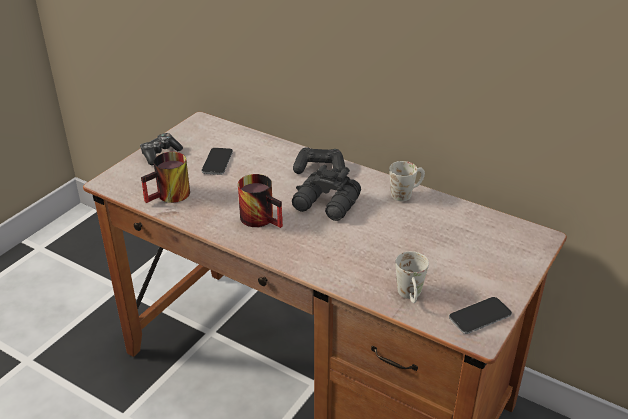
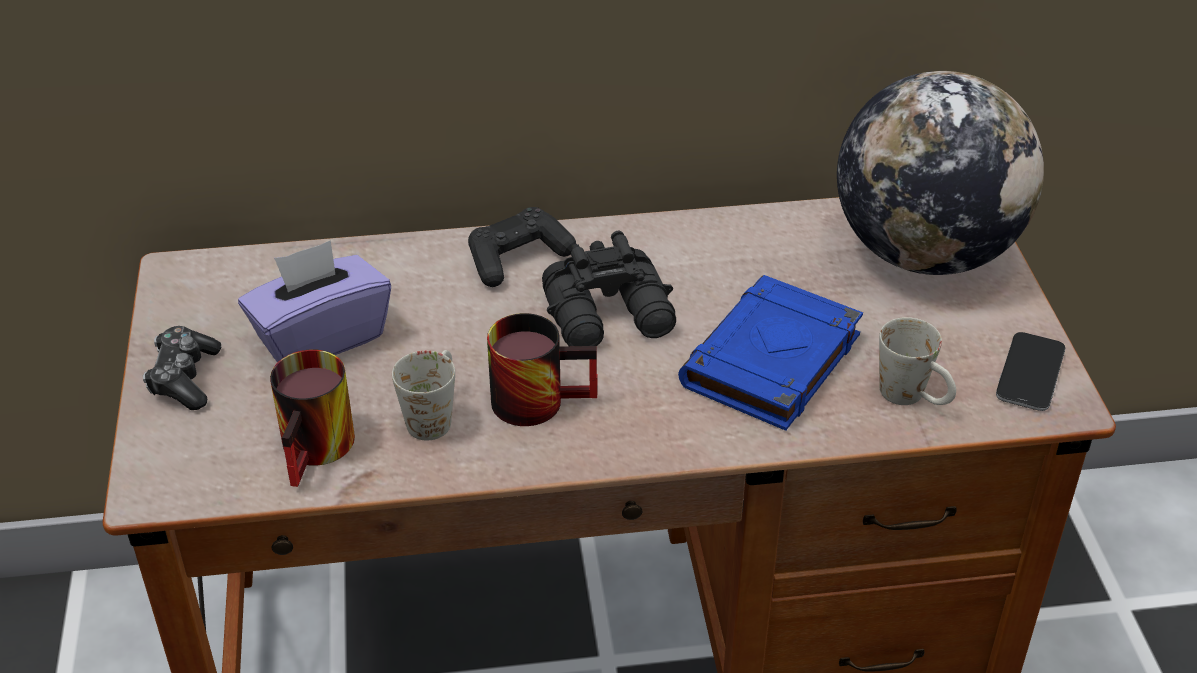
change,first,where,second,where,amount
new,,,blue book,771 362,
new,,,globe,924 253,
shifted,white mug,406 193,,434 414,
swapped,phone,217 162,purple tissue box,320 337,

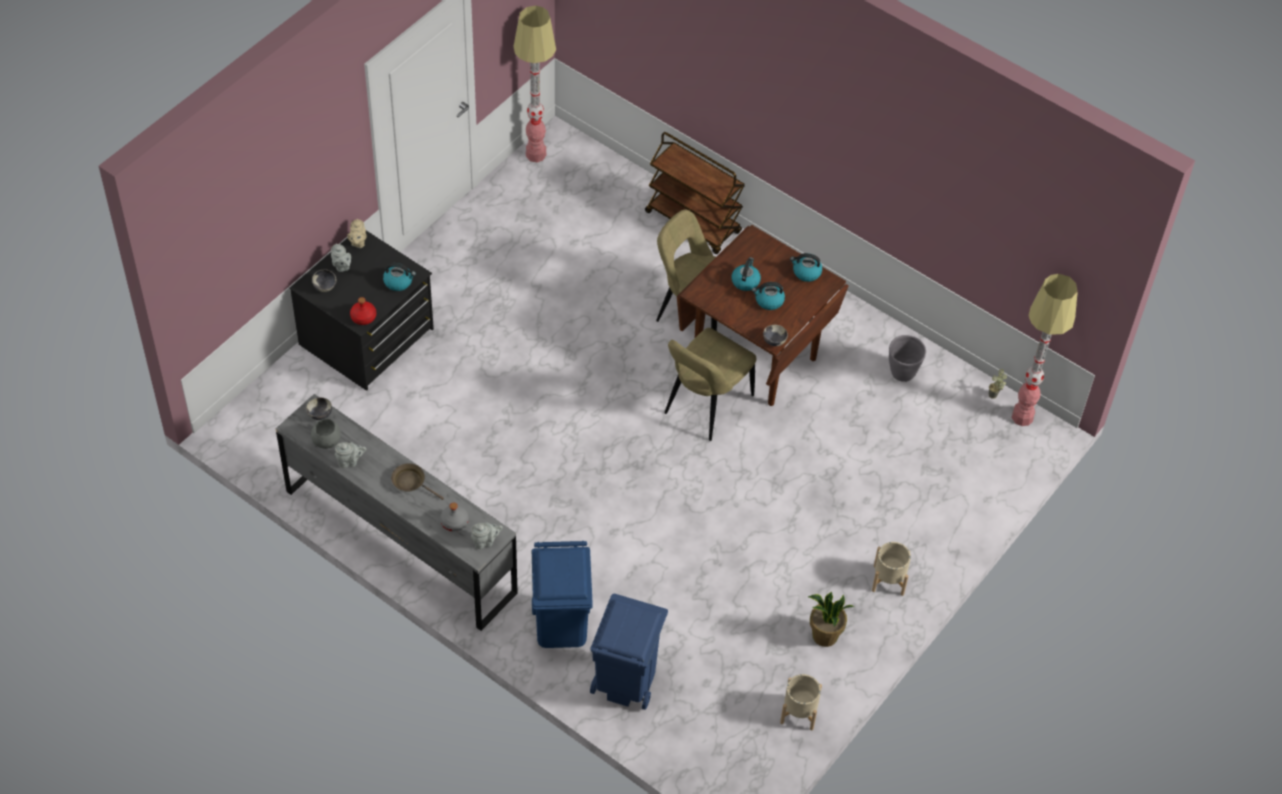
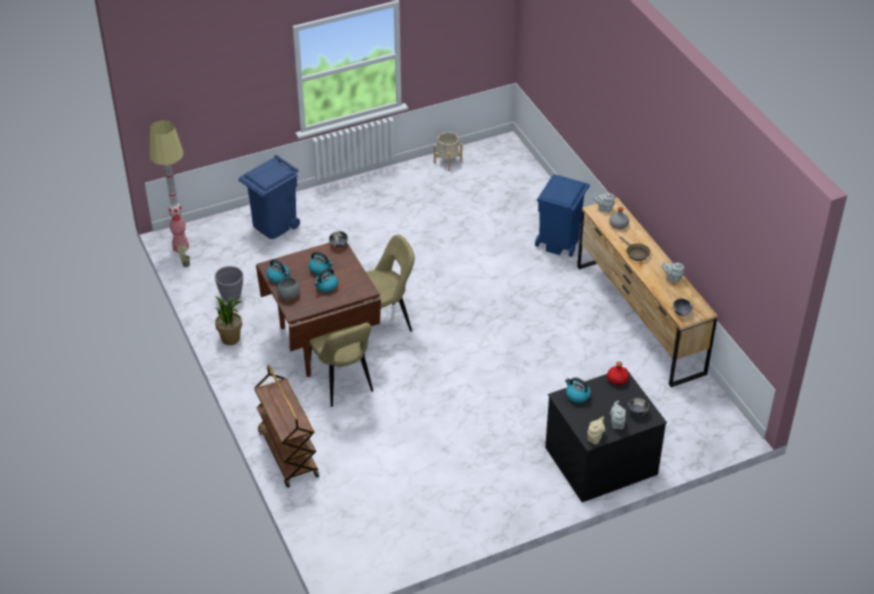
change,first,where,second,where,amount
gone,floor lamp,535 155,,,
gone,beige planter,889 580,,,
shifted,grey bowl,326 439,,288 295,
shifted,blue trash can,625 681,,274 225,
shifted,potted plant,825 636,,231 338,
repainted,grey dresser,400 541,brown dresser,639 319,

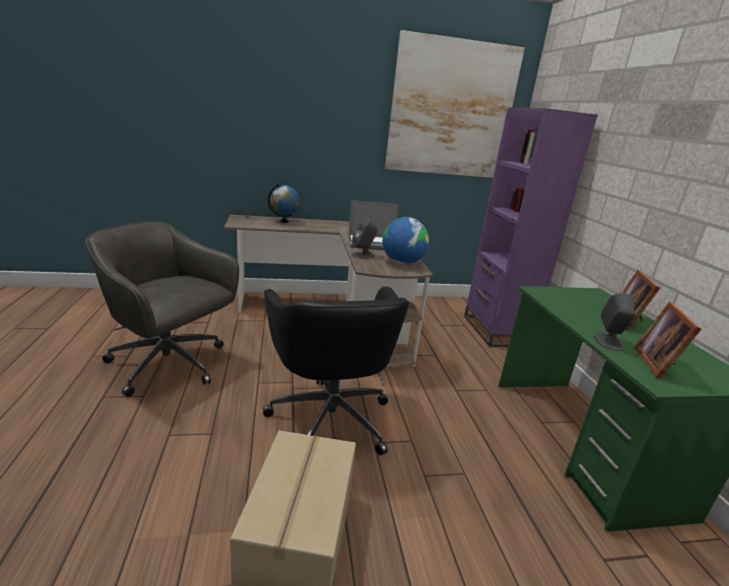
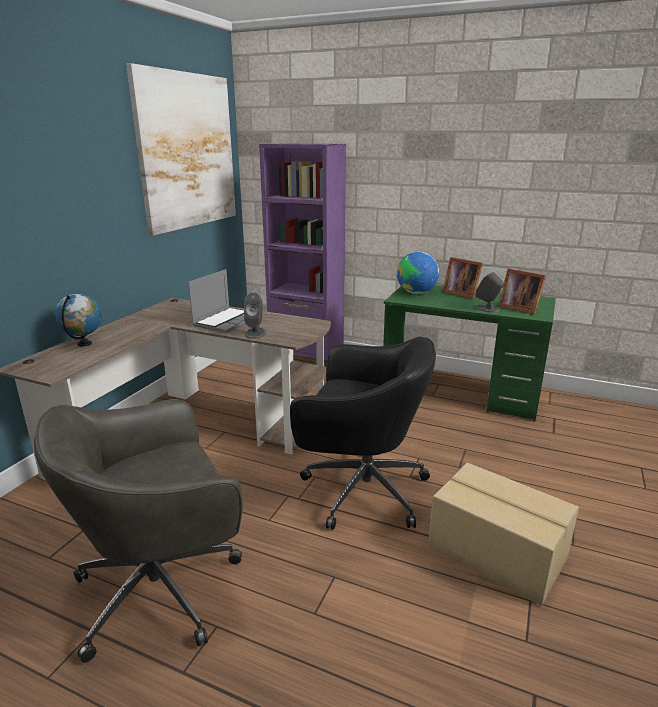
change,first,where,second,where,amount
shifted,globe,402 262,,416 293,

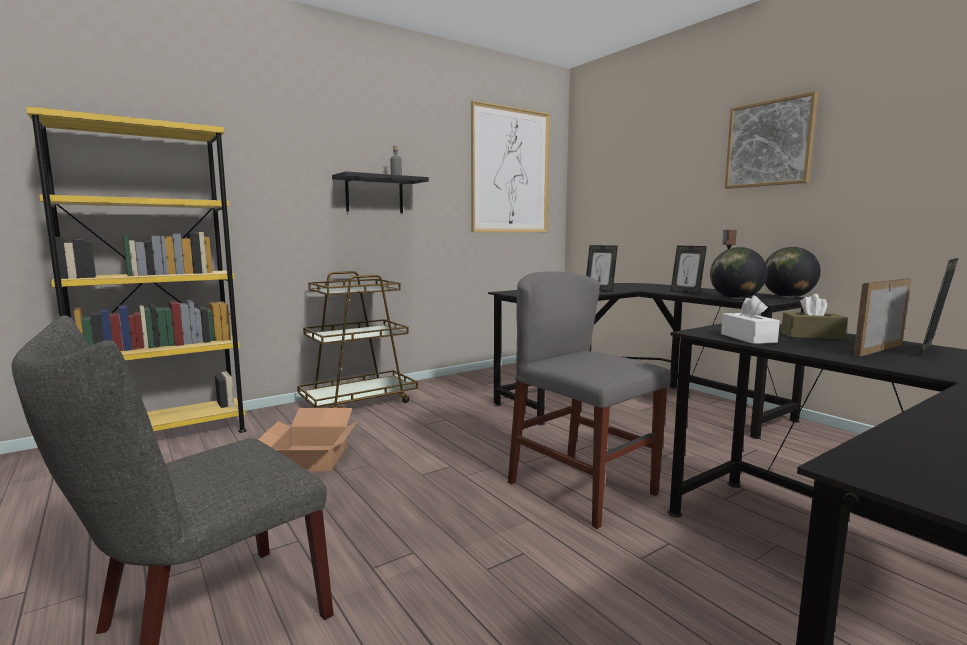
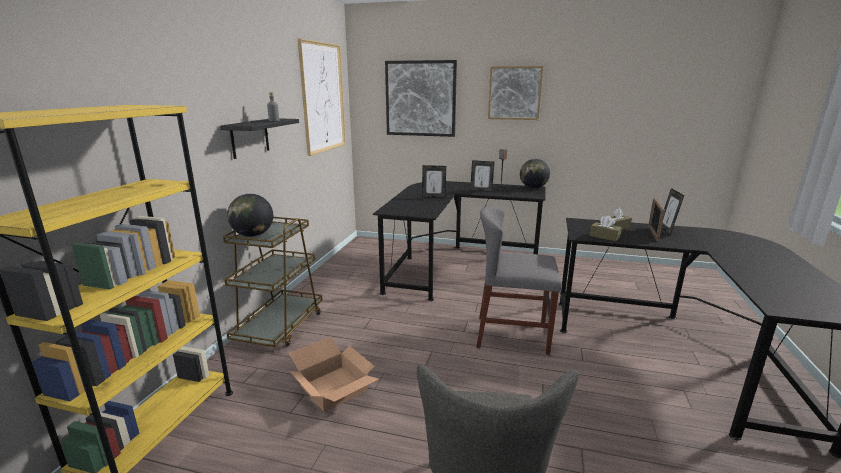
change,first,where,second,where,amount
new,,,picture,420 98,
shifted,globe,735 298,,253 235,
repainted,white tissue box,748 338,brown tissue box,604 236,

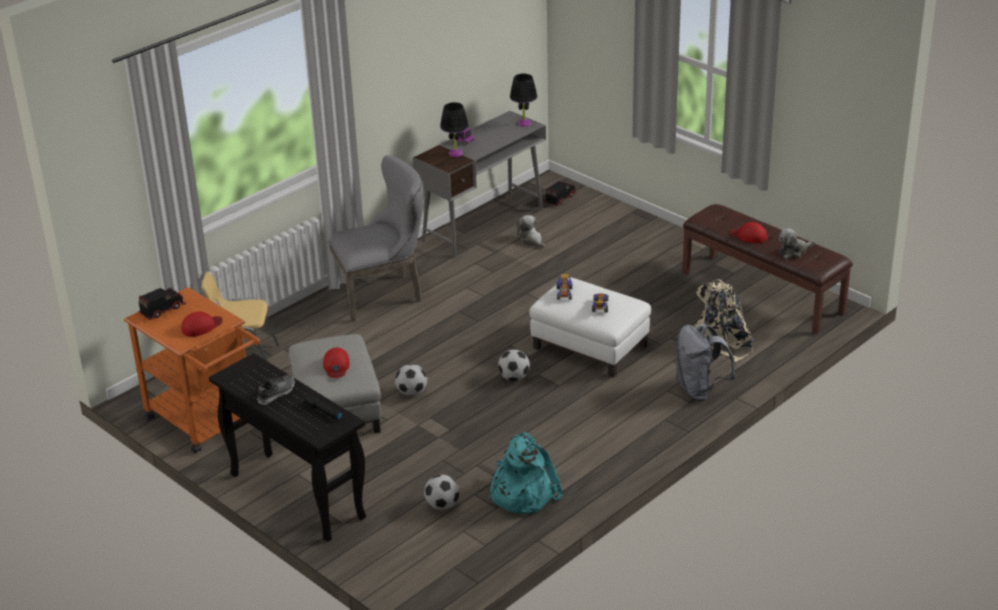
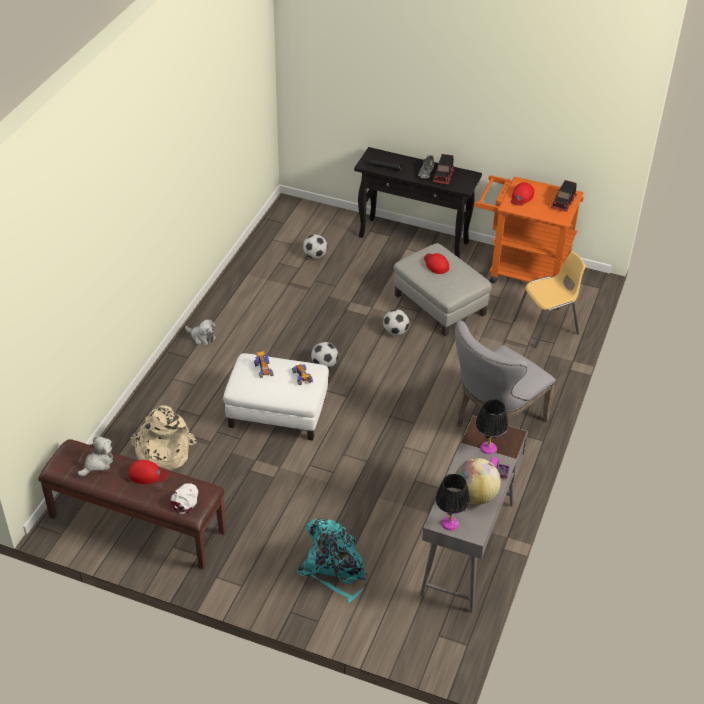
change,first,where,second,where,amount
gone,grey backpack,700 390,,,
new,,,white cap,185 500,
new,,,globe,475 496,
shifted,turquoise backpack,521 493,,335 569,
shifted,plush toy,531 240,,202 337,
shifted,toy truck,560 198,,444 176,

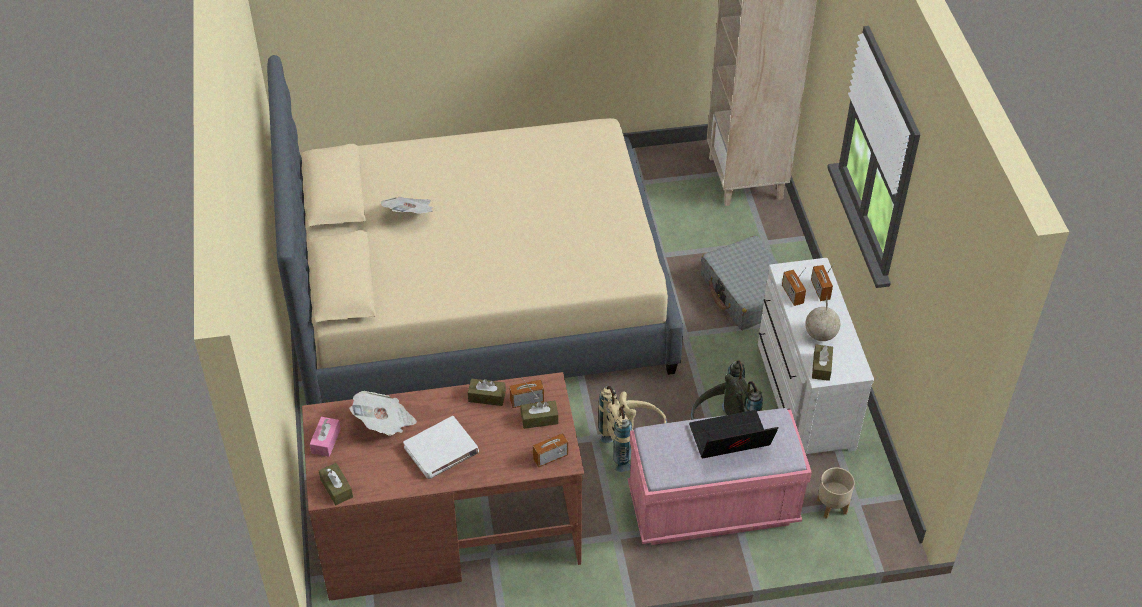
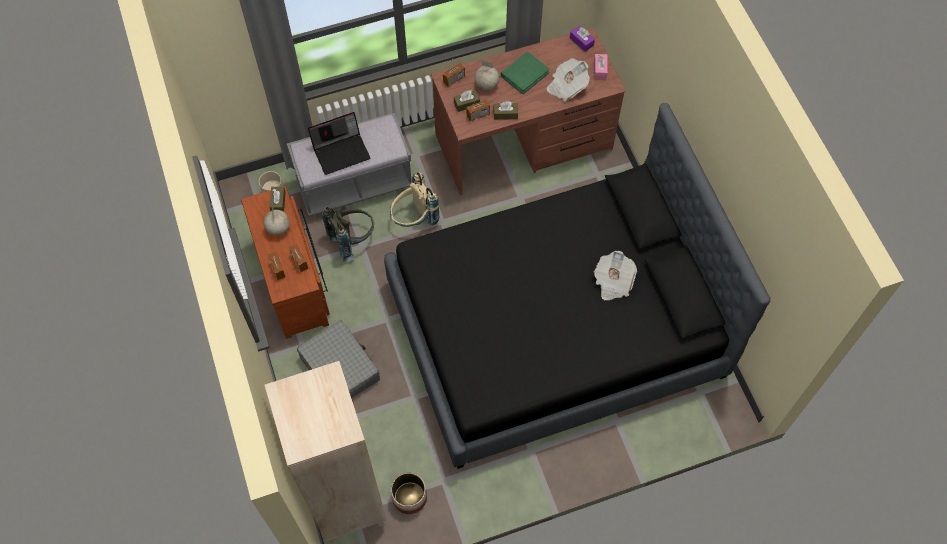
change,first,where,second,where,amount
new,,,planter,409 497,
new,,,globe,487 85,
repainted,beige bed,479 297,black bed,555 329,
repainted,brown tissue box,336 488,purple tissue box,581 41,
repainted,white book,441 450,green book,524 74,
repainted,pink bench,713 507,grey bench,354 183,
repainted,white dresser,802 393,brown dresser,295 281,

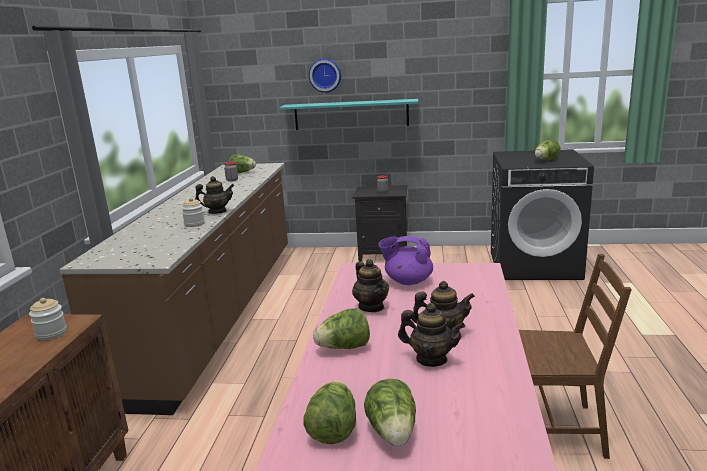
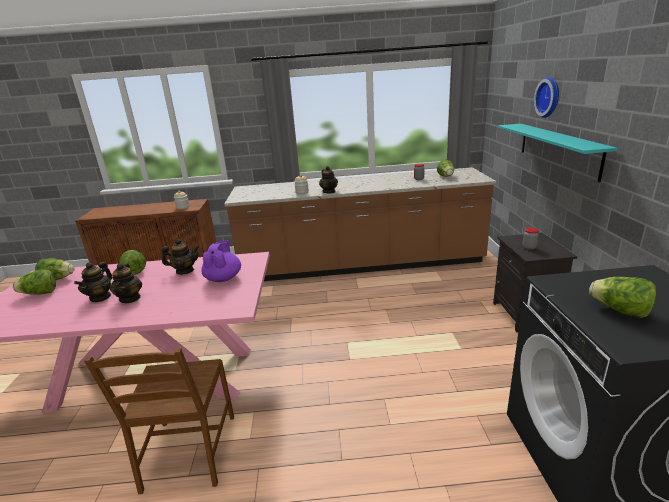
change,first,where,second,where,amount
rotated,teapot,371 307,,185 271,150 degrees counterclockwise

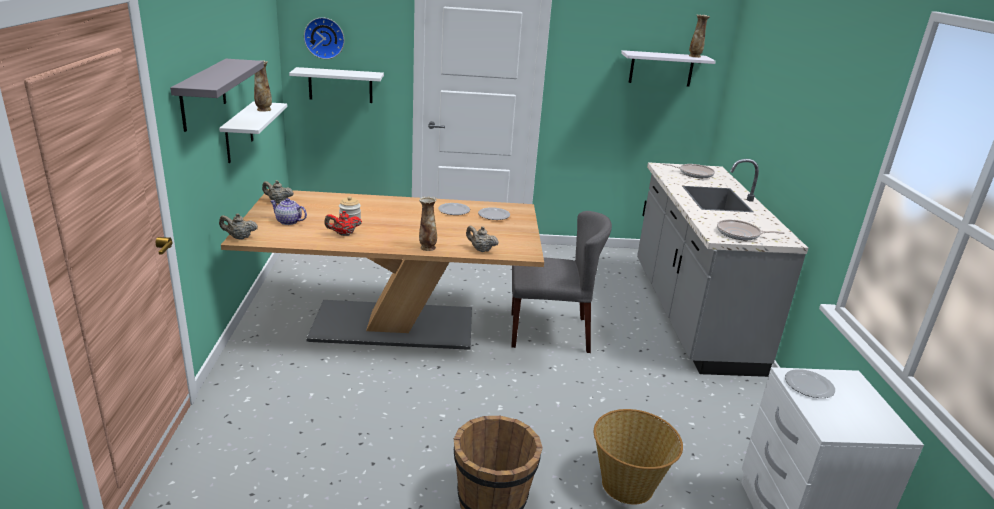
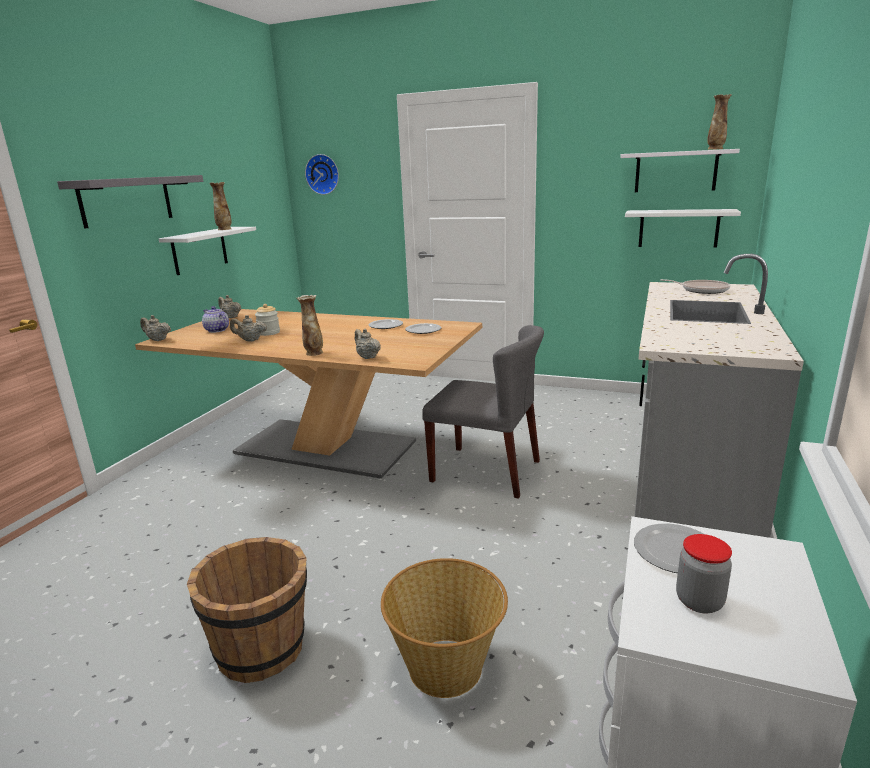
change,first,where,second,where,amount
gone,frying pan,740 234,,,
new,,,jar,699 601,
shifted,white shelf,340 85,,678 228,
repainted,red teapot,343 234,beige teapot,250 340,

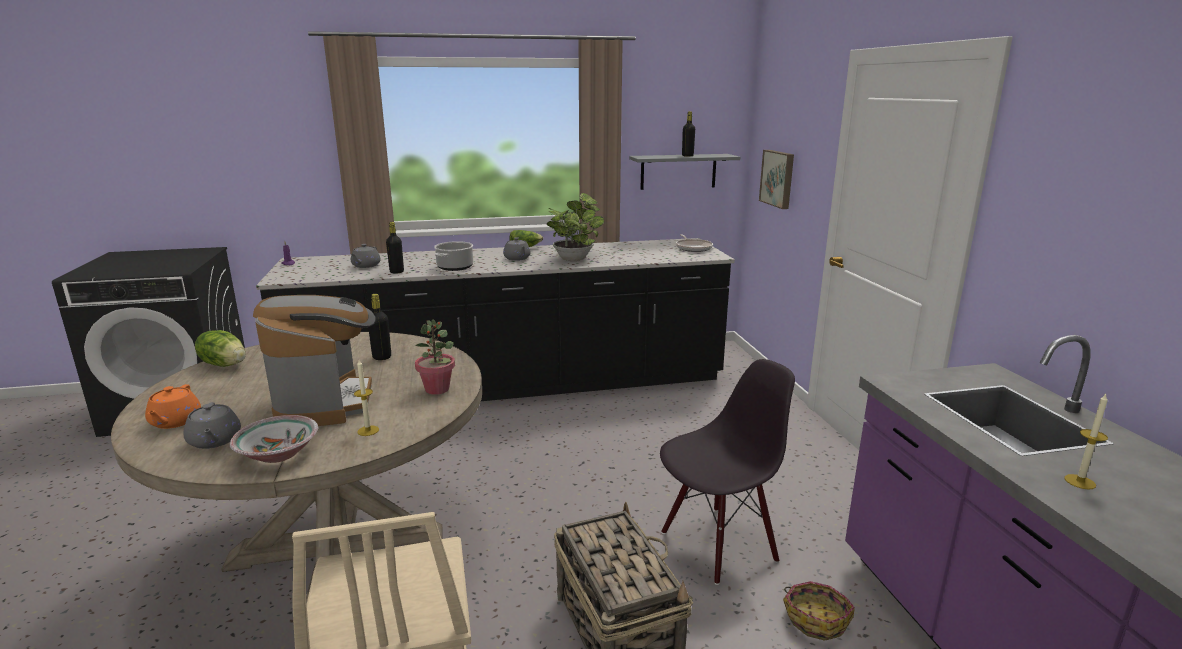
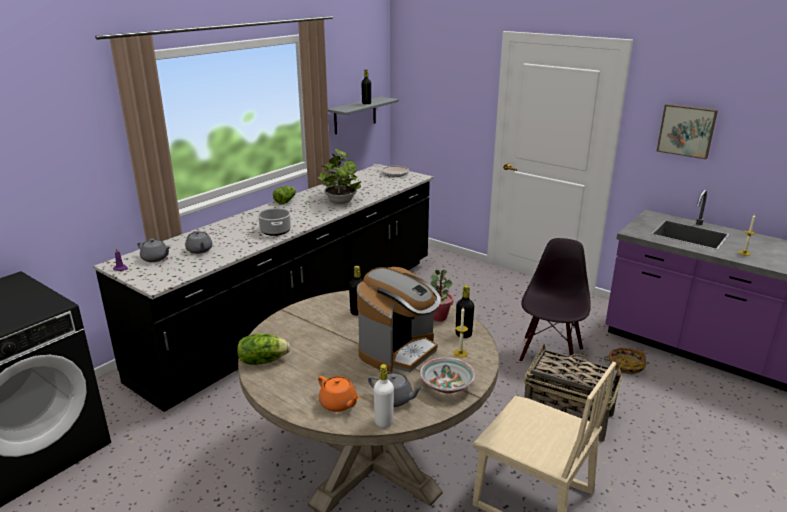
change,first,where,second,where,amount
new,,,white bottle,384 422,
shifted,black bottle,396 272,,463 334,
shifted,grey teapot,517 258,,155 258,
shifted,picture,778 178,,687 130,
rotated,coffee machine,326 402,,399 351,90 degrees clockwise

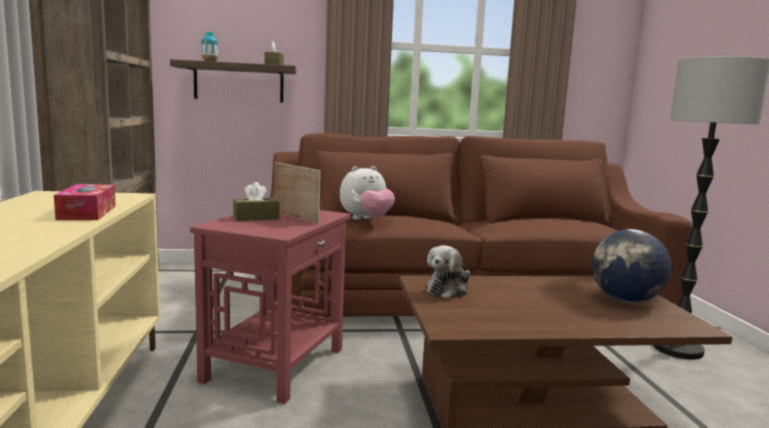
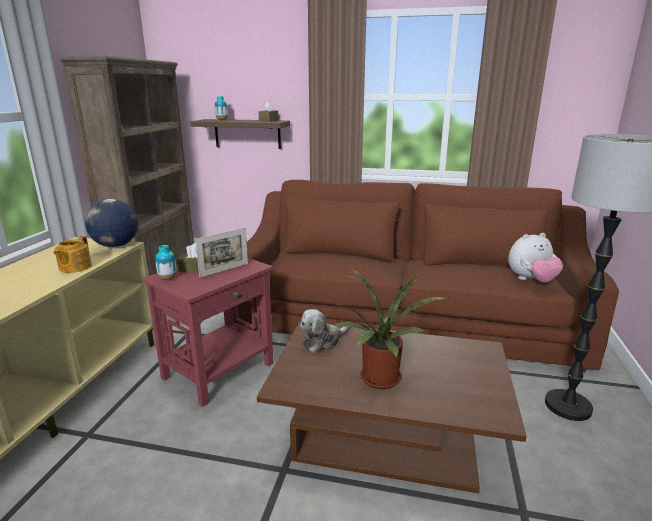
change,first,where,second,where,amount
new,,,vase,167 278,
new,,,potted plant,379 381,
shifted,plush toy,366 219,,531 280,
shifted,globe,625 300,,115 246,
swapped,tissue box,87 213,teapot,74 267,
rotated,picture frame,296 217,,224 270,75 degrees clockwise

